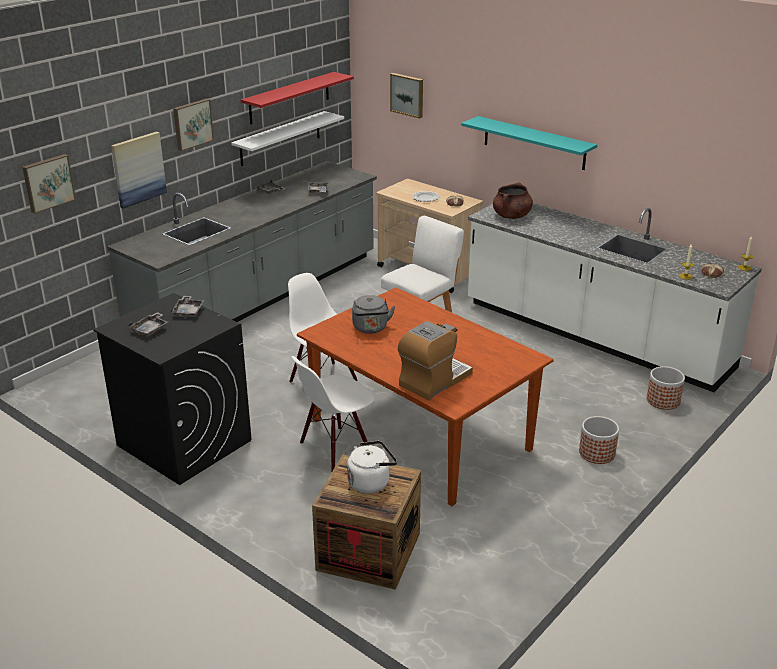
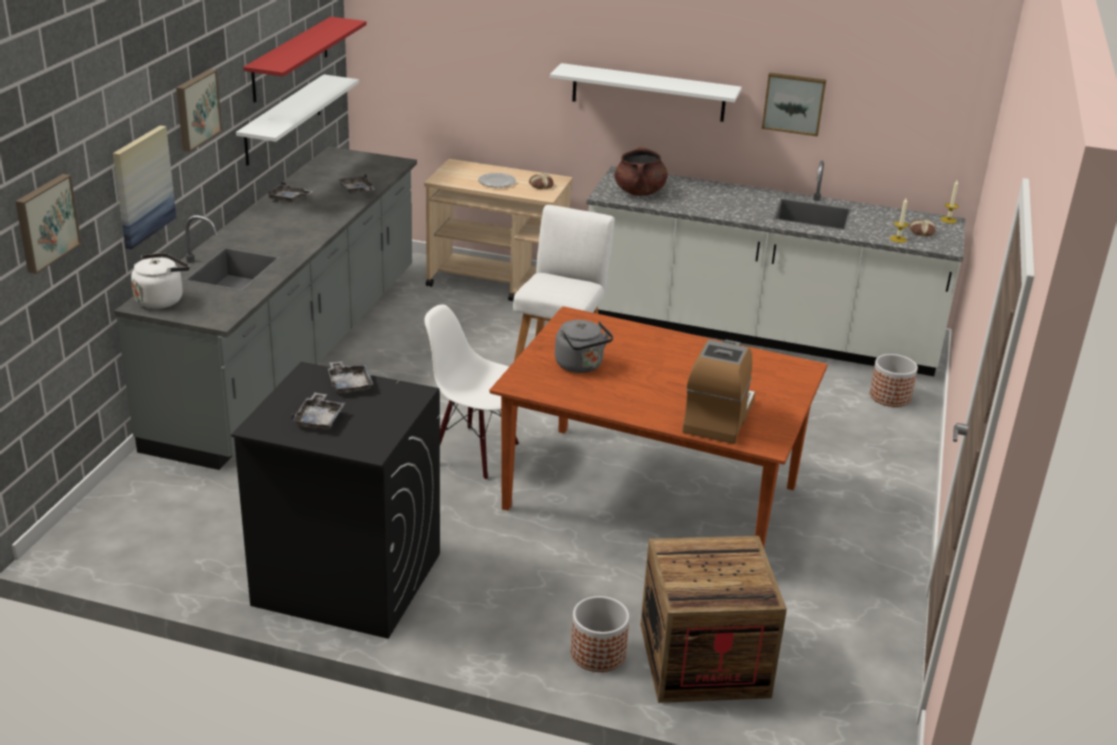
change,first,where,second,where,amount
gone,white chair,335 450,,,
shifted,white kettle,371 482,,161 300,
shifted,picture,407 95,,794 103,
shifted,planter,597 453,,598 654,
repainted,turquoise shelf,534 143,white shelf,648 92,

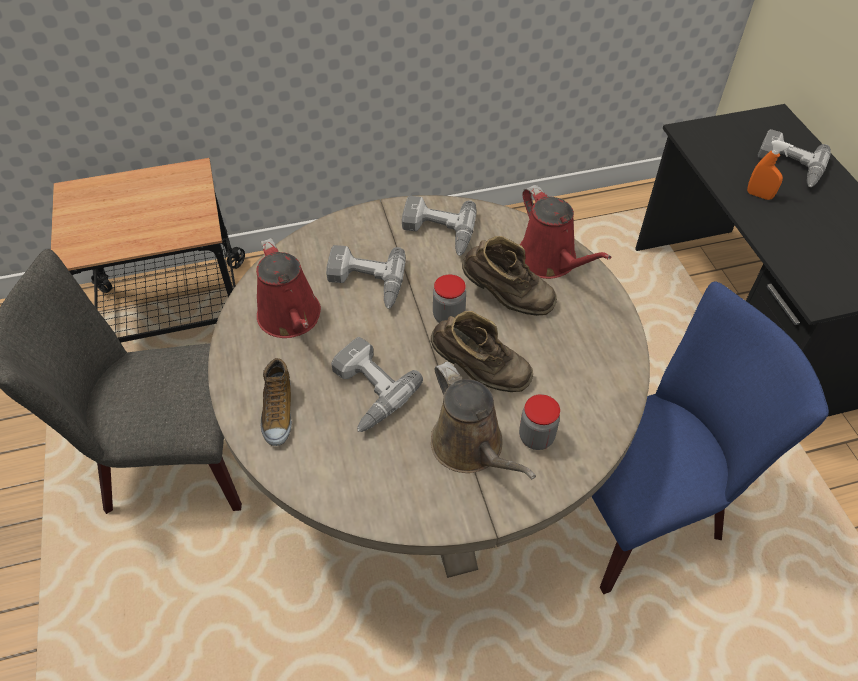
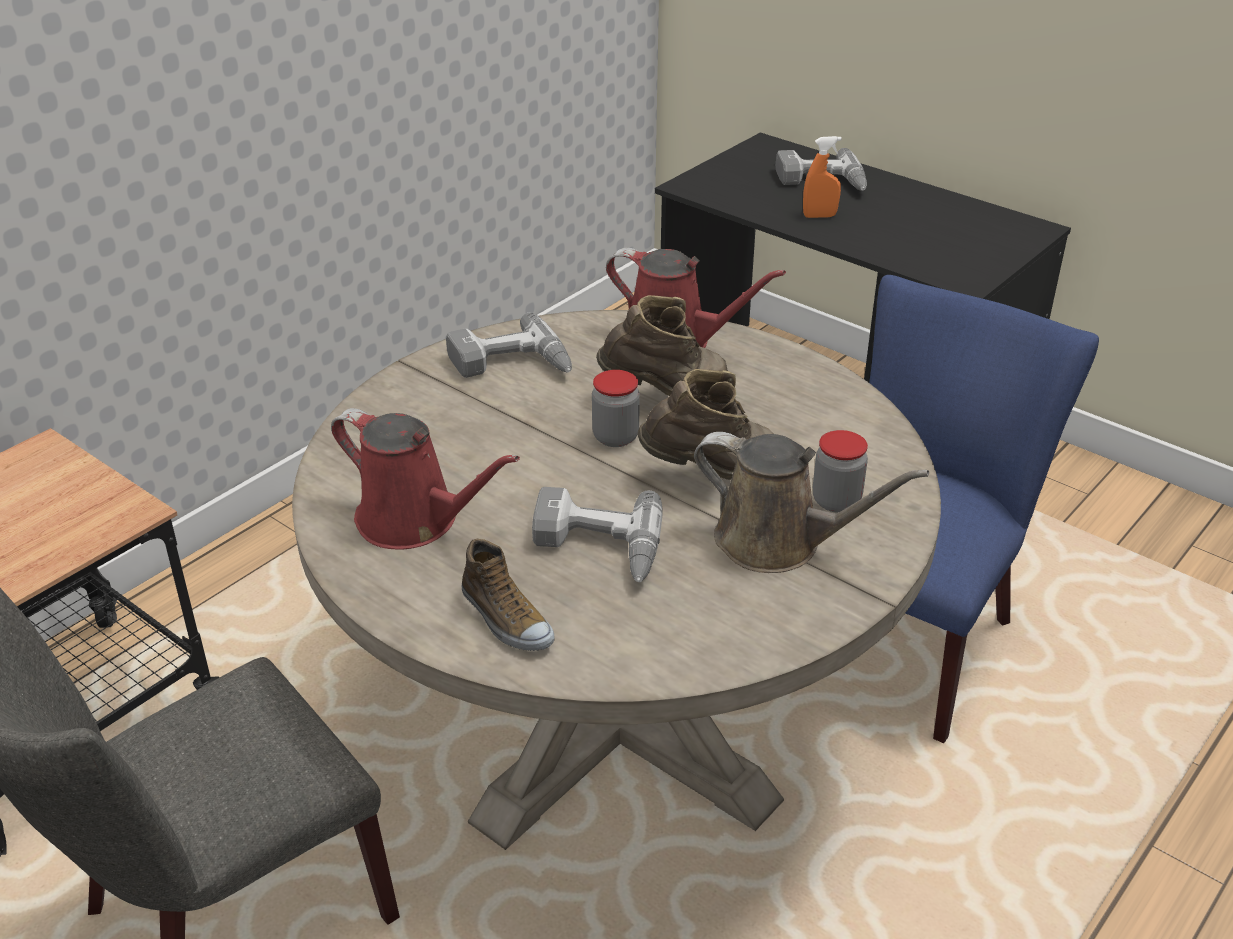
change,first,where,second,where,amount
gone,power drill,365 283,,,

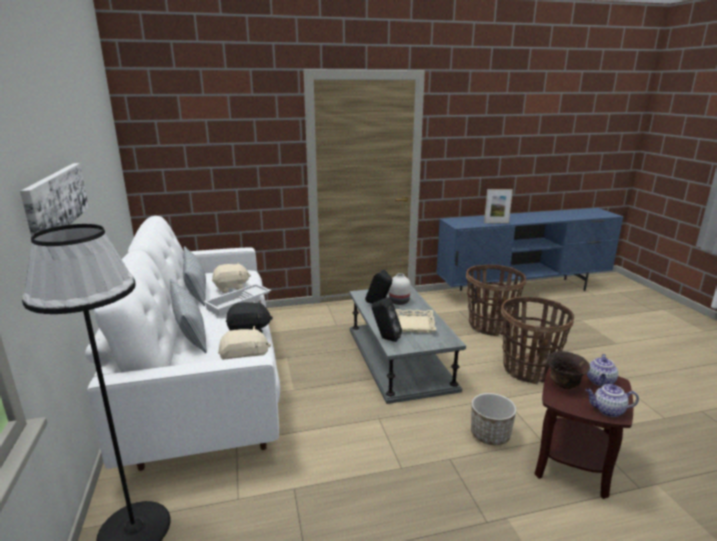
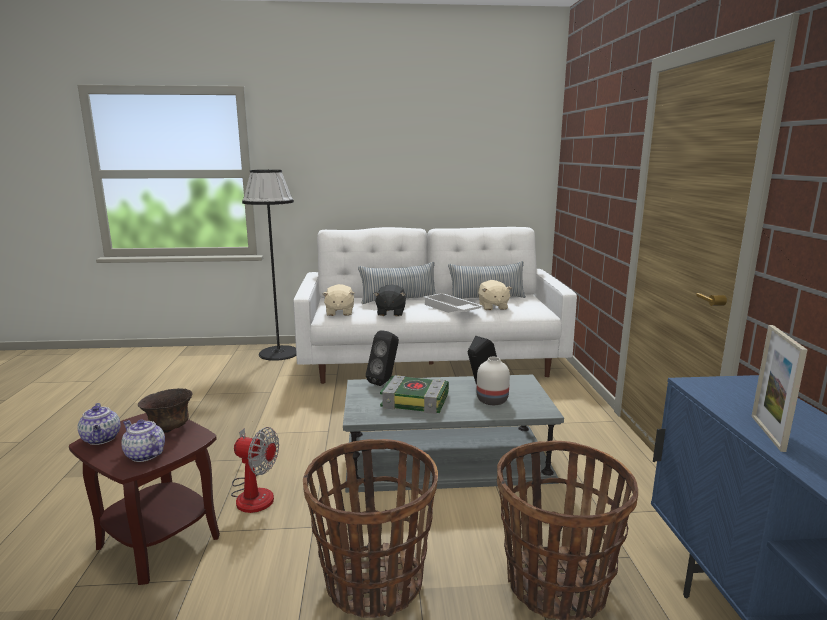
change,first,where,second,where,amount
gone,picture,55 201,,,
swapped,beige tray,413 324,book,416 401,
swapped,planter,490 435,fan,253 493,
rotated,teapot,607 410,,102 439,135 degrees clockwise

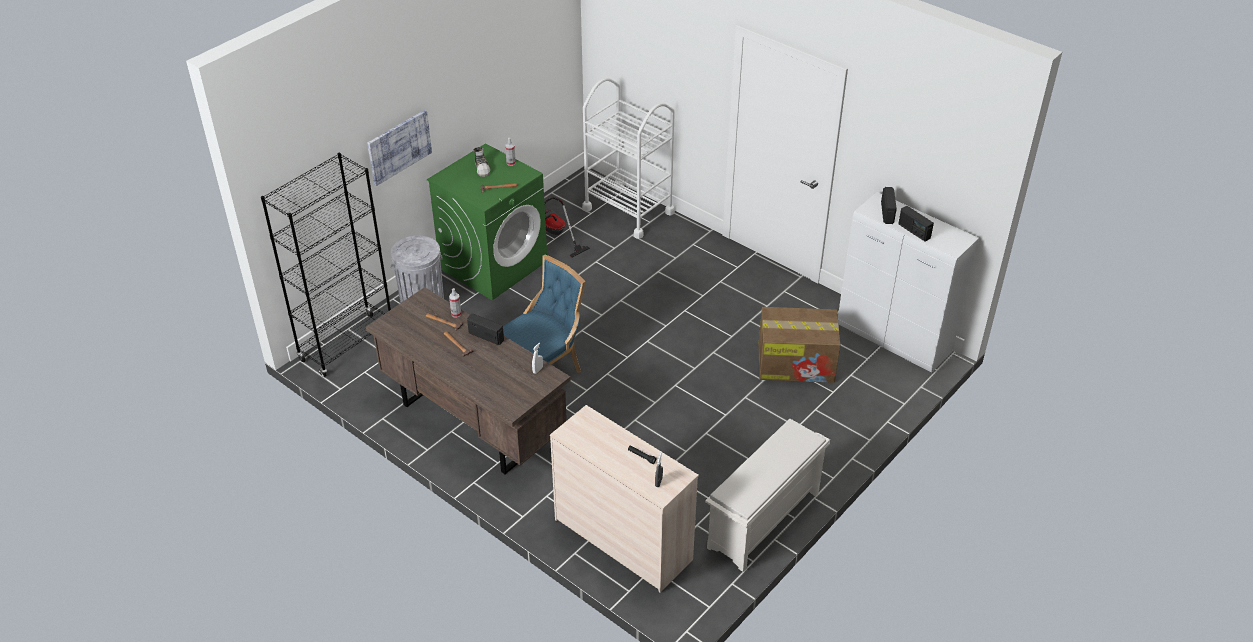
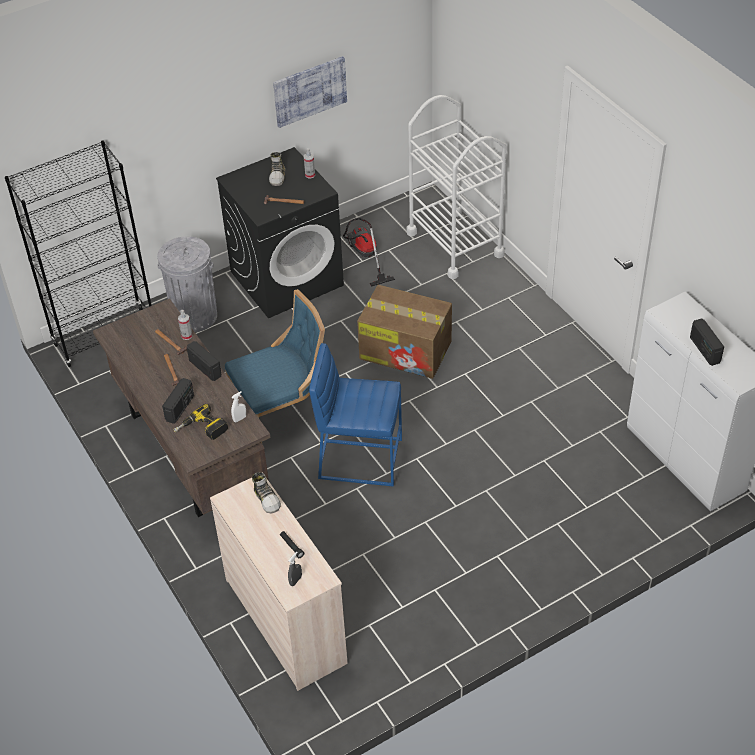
change,first,where,second,where,amount
gone,white shoe rack,763 521,,,
new,,,power drill,201 430,
new,,,shoe,267 499,
new,,,blue stool,360 458,
shifted,picture,399 147,,309 91,
shifted,cardboard box,797 363,,406 350,
shifted,radio,887 213,,180 408,
repainted,green washing machine,494 264,black washing machine,287 278,

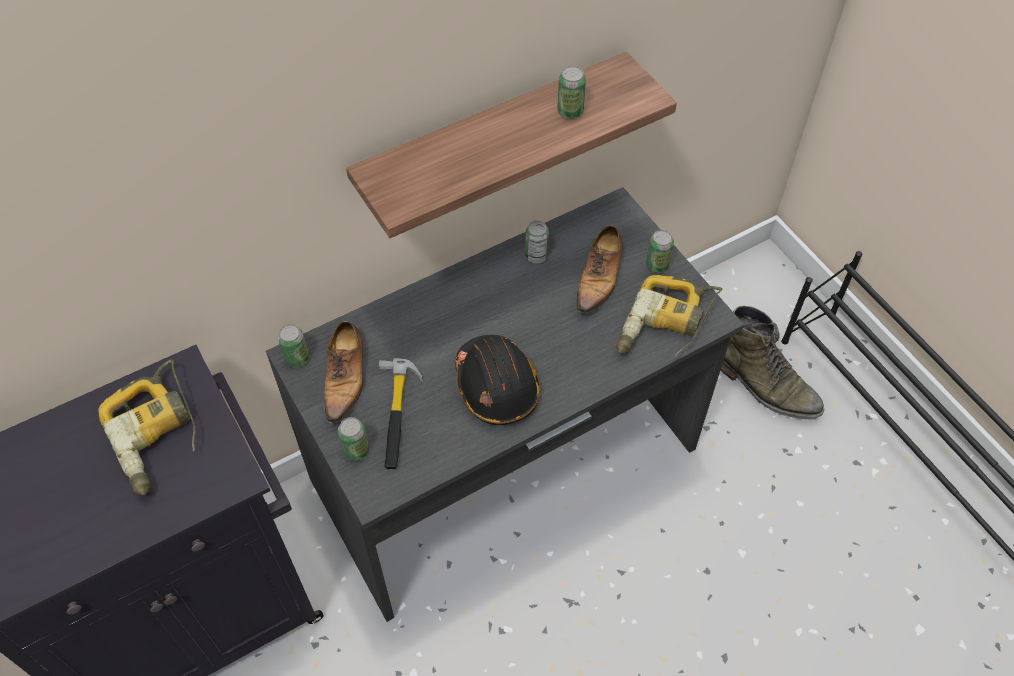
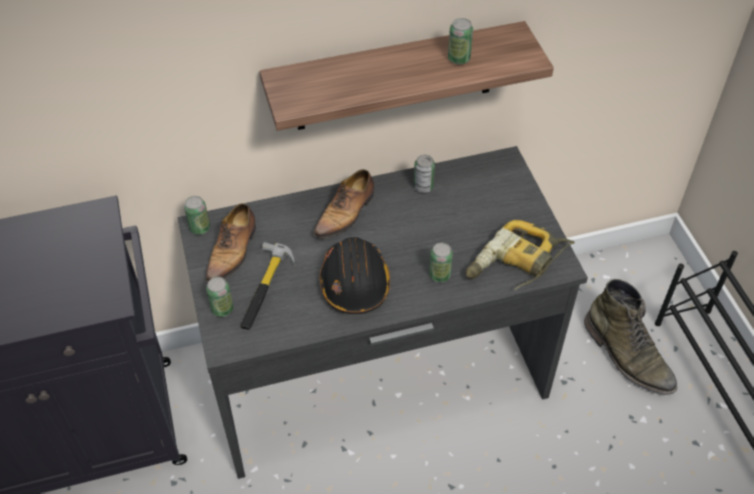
change,first,where,second,where,amount
gone,power drill,157 434,,,
shifted,shoe,599 278,,346 213,
shifted,can,657 265,,439 275,

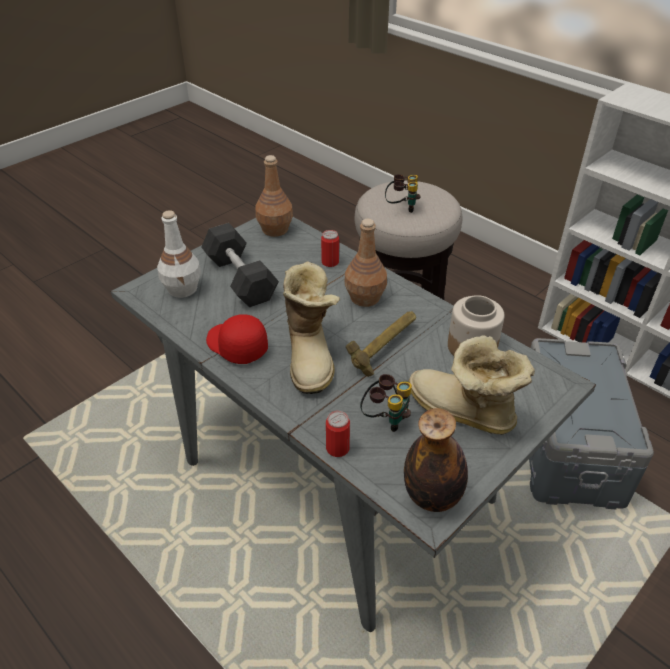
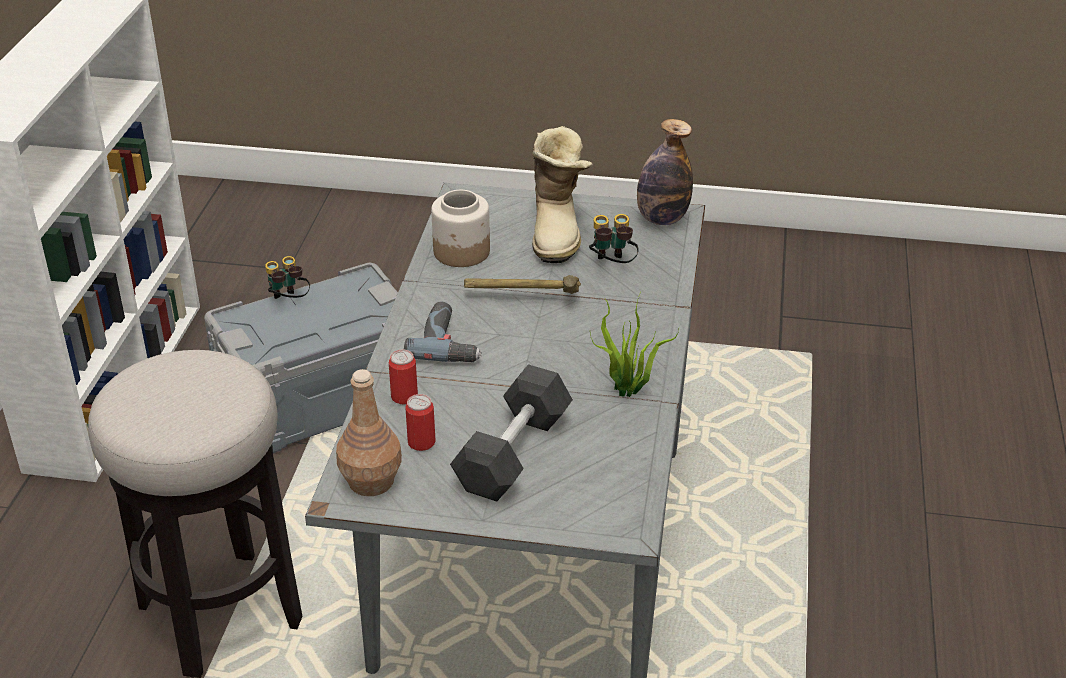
change,first,where,second,where,amount
gone,white bottle,183 289,,,
gone,boot,311 356,,,
shifted,can,337 448,,421 442,
shifted,binoculars,401 207,,288 301,
swapped,red cap,236 346,potted plant,628 392,
swapped,brown bottle,365 297,power drill,449 342,

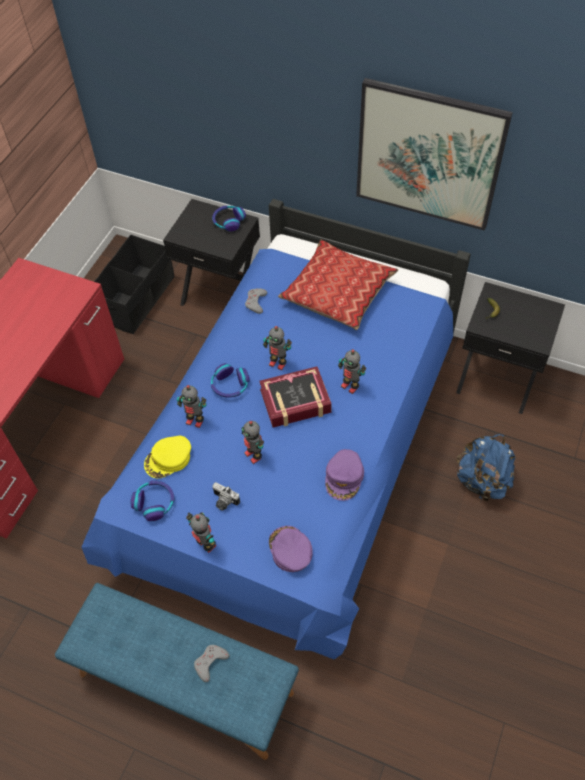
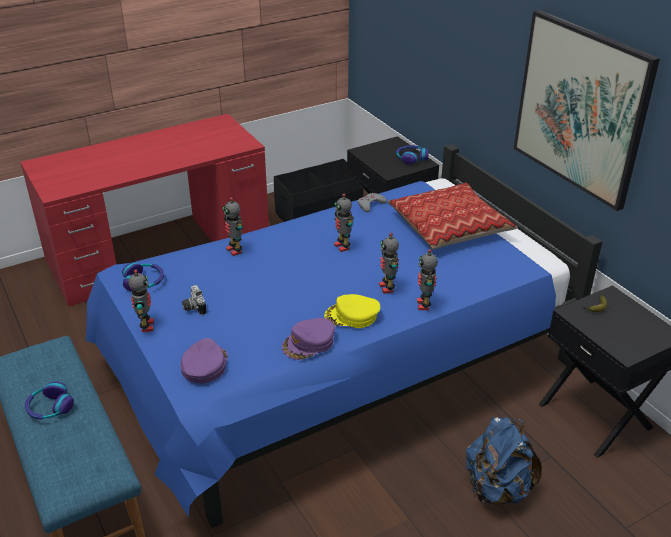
change,first,where,second,where,amount
gone,grey game controller,210 662,,,
gone,book,295 402,,,
shifted,yellow cap,168 459,,352 316,
shifted,headphones,230 385,,50 408,
shifted,toy robot,254 455,,424 305,

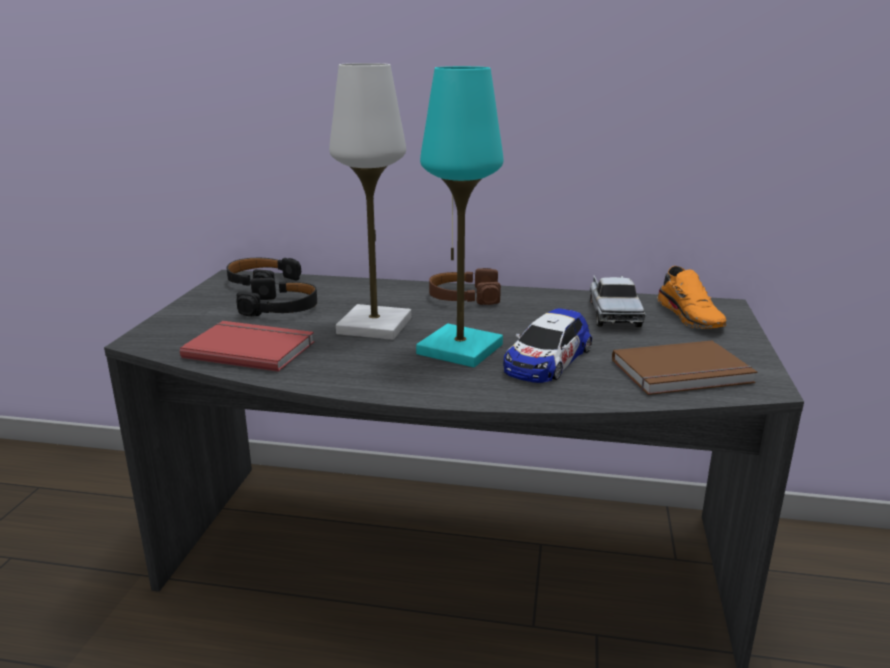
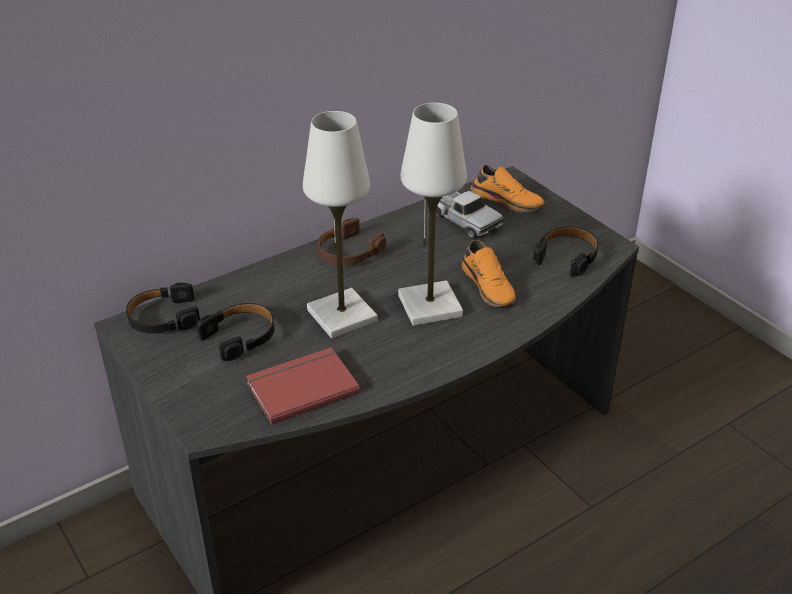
change,first,where,second,where,amount
swapped,toy car,547 360,orange shoe,489 286,
swapped,brown book,683 373,black headphones,567 256,
repainted,turquoise table lamp,459 349,white table lamp,429 306,

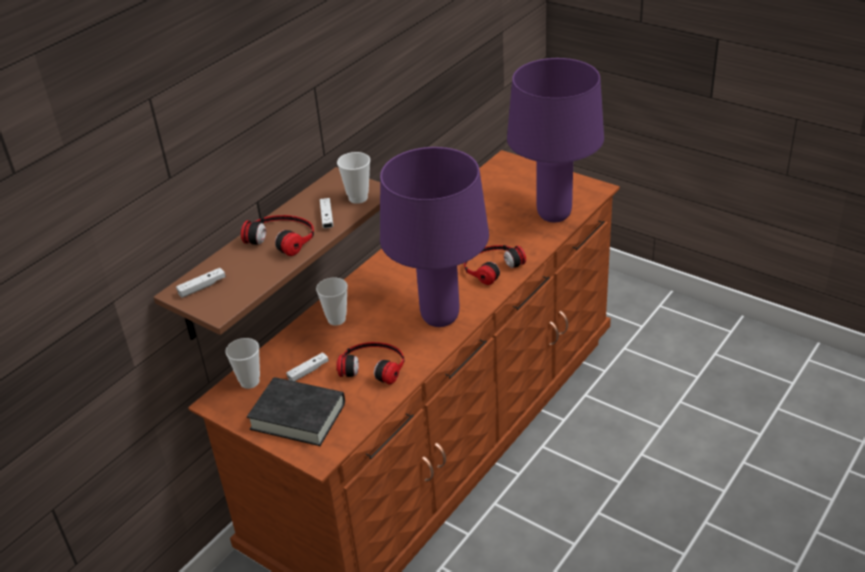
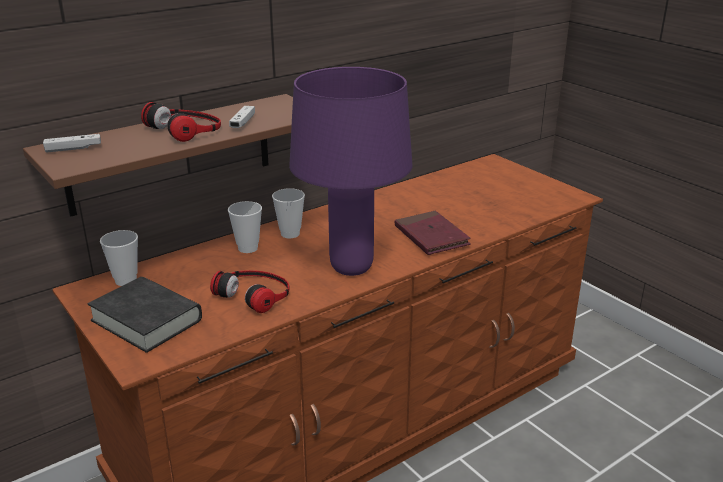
change,first,where,second,where,amount
gone,white game controller,308 371,,,
gone,purple table lamp,554 215,,,
shifted,cup,358 198,,290 234,
swapped,headphones,491 266,red book,431 236,

